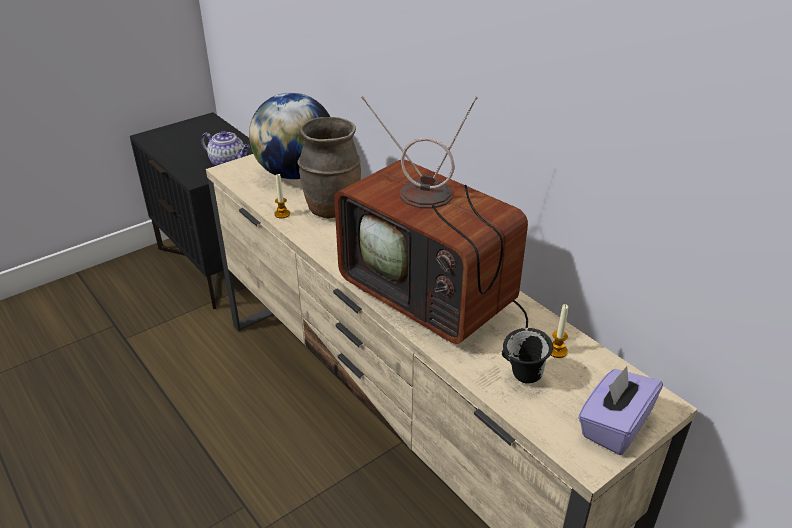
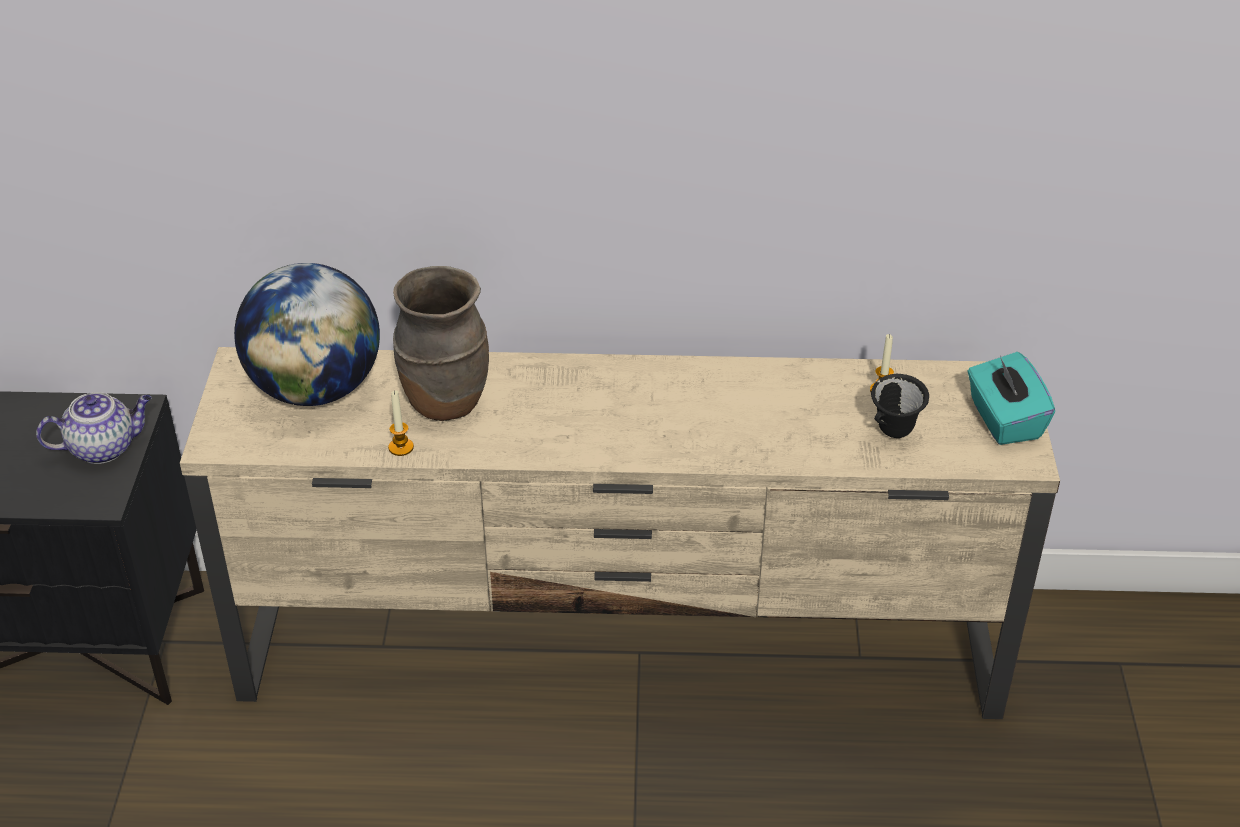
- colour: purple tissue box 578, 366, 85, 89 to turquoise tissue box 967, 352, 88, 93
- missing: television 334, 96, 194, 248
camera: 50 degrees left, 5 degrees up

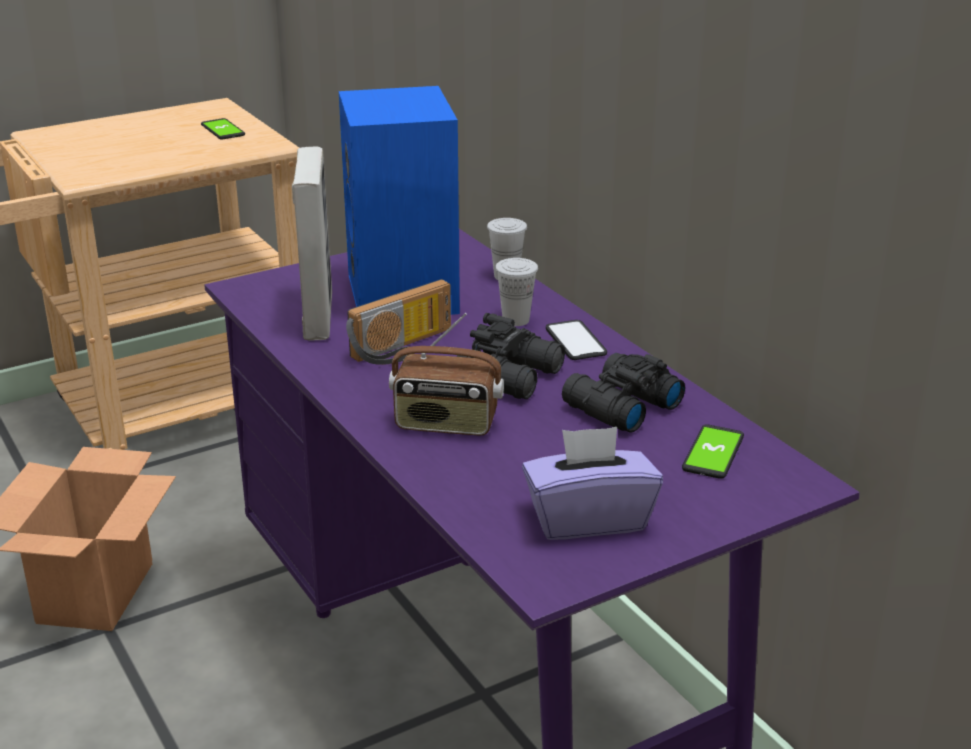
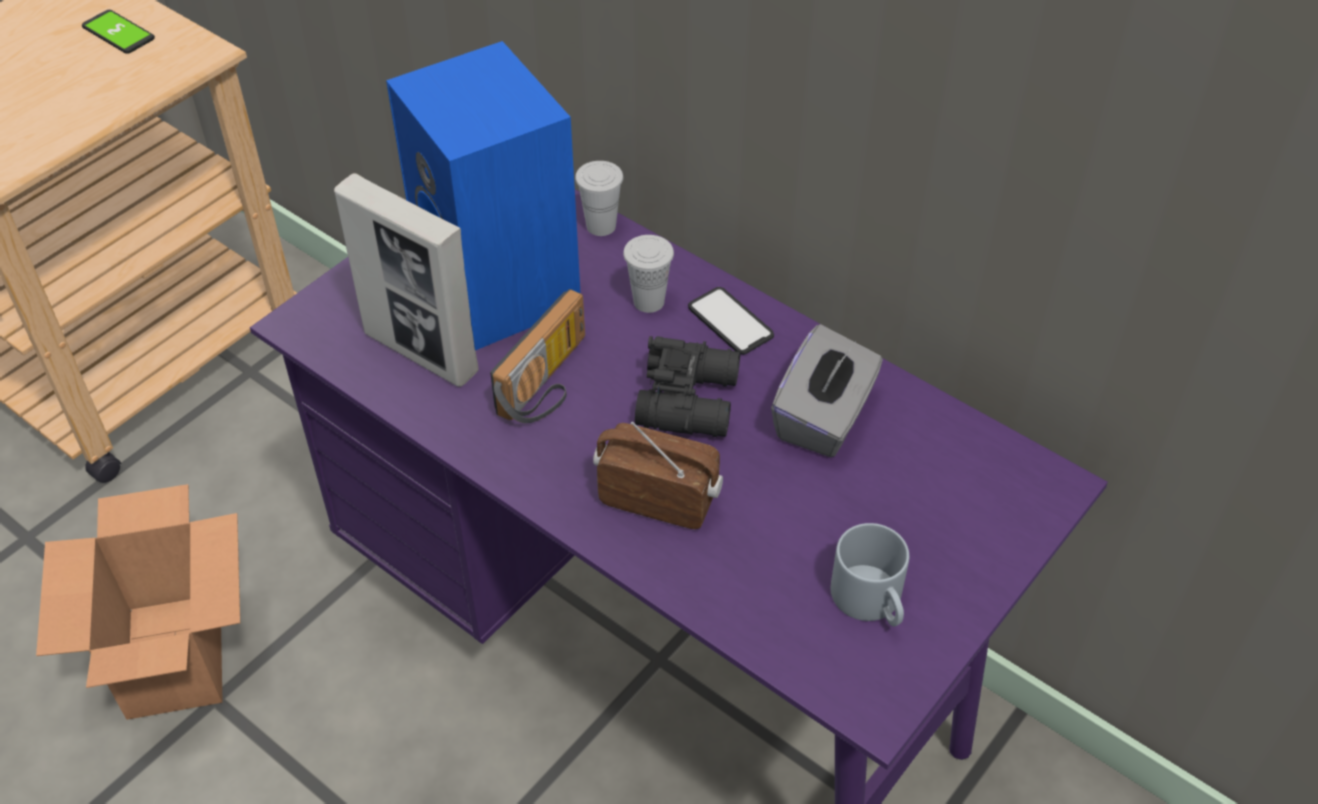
- spun: picture frame 292, 147, 40, 194 = 334, 173, 145, 214 150 degrees clockwise
- spun: radio 389, 313, 115, 122 = 593, 422, 130, 107 150 degrees counterclockwise
- exchanged: black binoculars 562, 353, 123, 80 to grey tissue box 771, 324, 112, 133
- exchanged: purple tissue box 522, 427, 141, 113 to grey mug 831, 523, 78, 104
- missing: phone 682, 424, 62, 55
camera: 20 degrees left, 20 degrees up

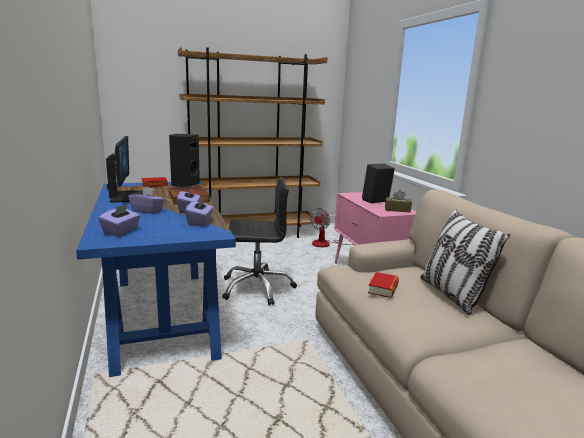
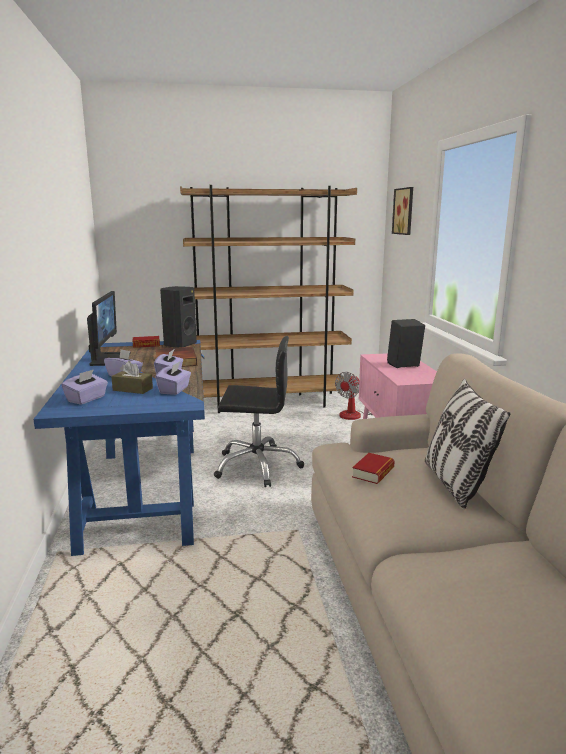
- relocated: brown tissue box 385, 190, 27, 22 to 111, 361, 42, 33
- appeared: picture 392, 187, 21, 48
camera: 10 degrees right, 0 degrees up

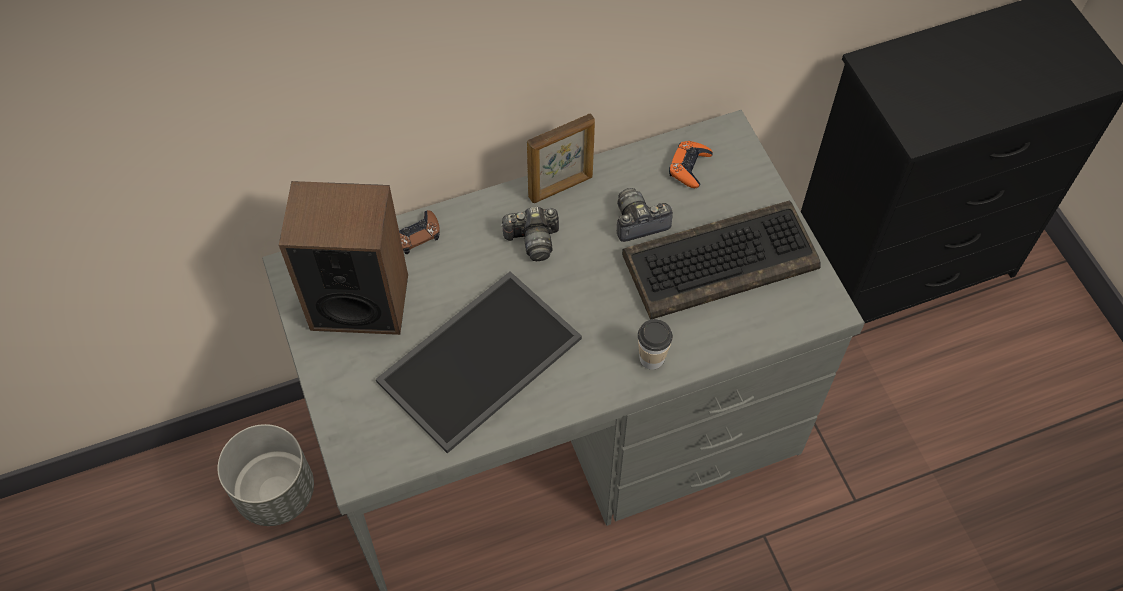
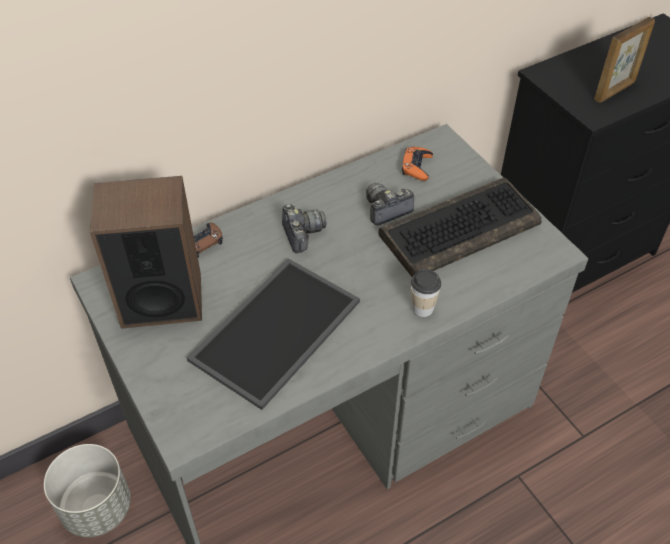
- spun: photo camera 500, 207, 59, 54 = 282, 204, 44, 49 90 degrees counterclockwise
- relocated: picture frame 527, 114, 68, 89 to 594, 17, 61, 86
camera: 10 degrees left, 10 degrees down

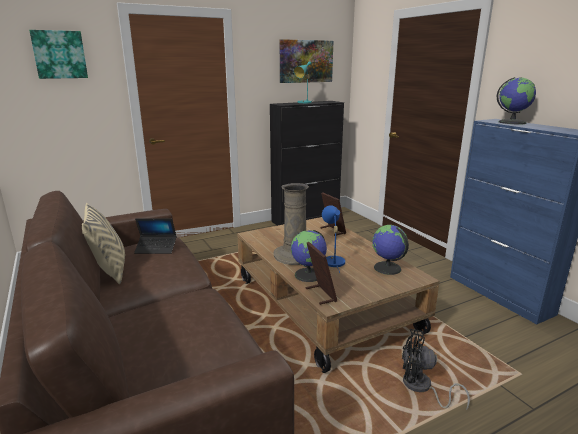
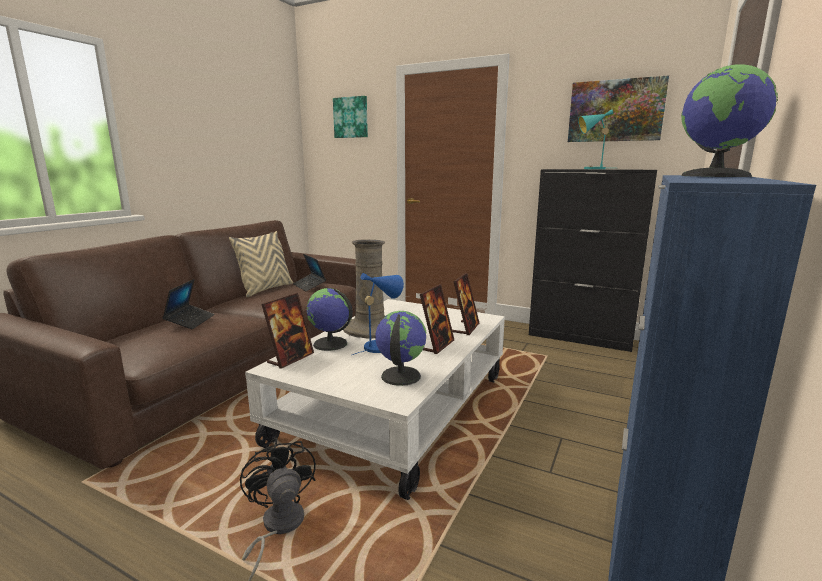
- appeared: laptop 162, 279, 53, 50
- colour: brown coffee table 237, 217, 203, 156 to white coffee table 245, 299, 260, 201
- appeared: picture frame 420, 284, 34, 70
camera: 55 degrees right, 5 degrees down

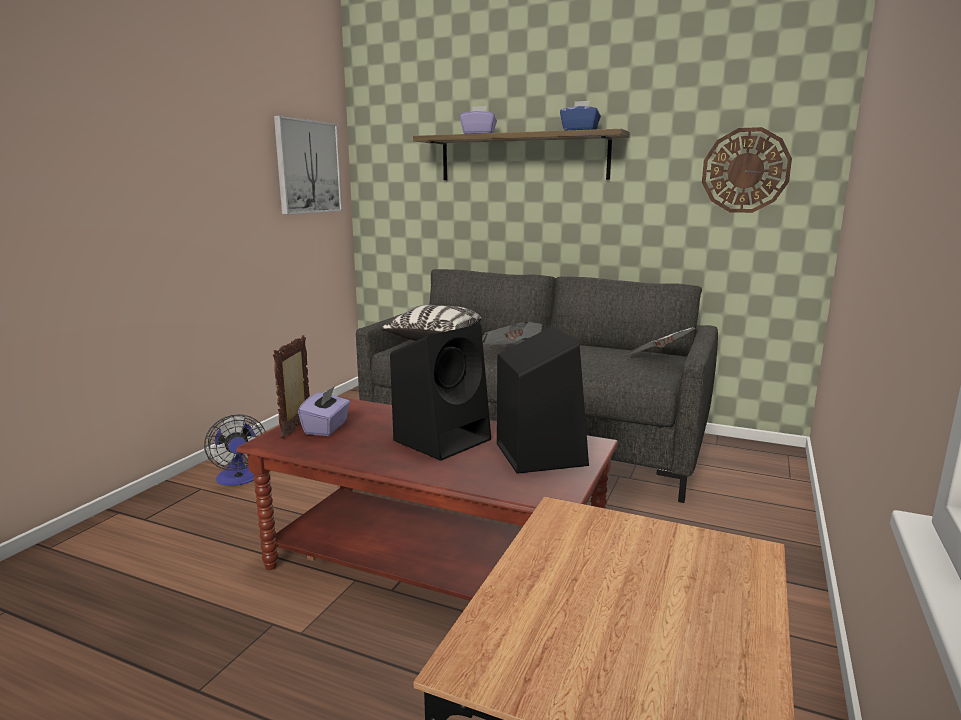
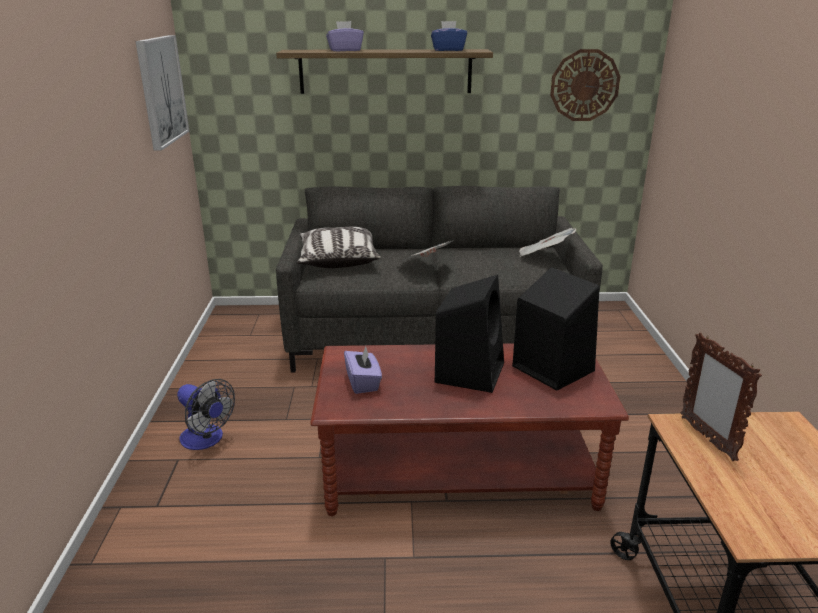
- relocated: picture frame 273, 335, 37, 104 to 680, 333, 82, 128
camera: 25 degrees left, 10 degrees up

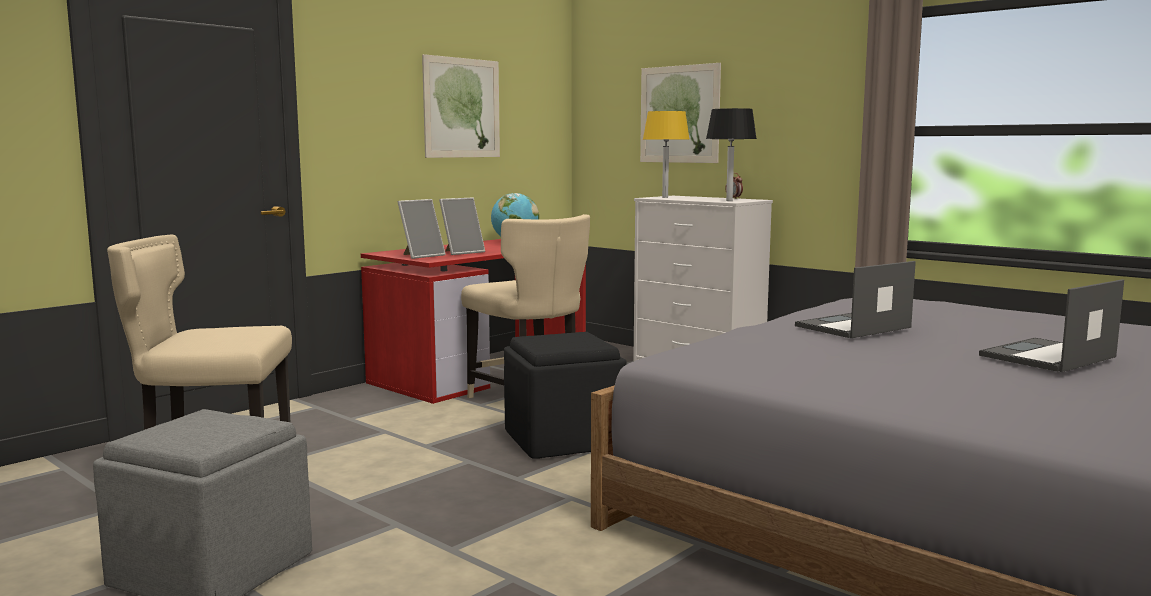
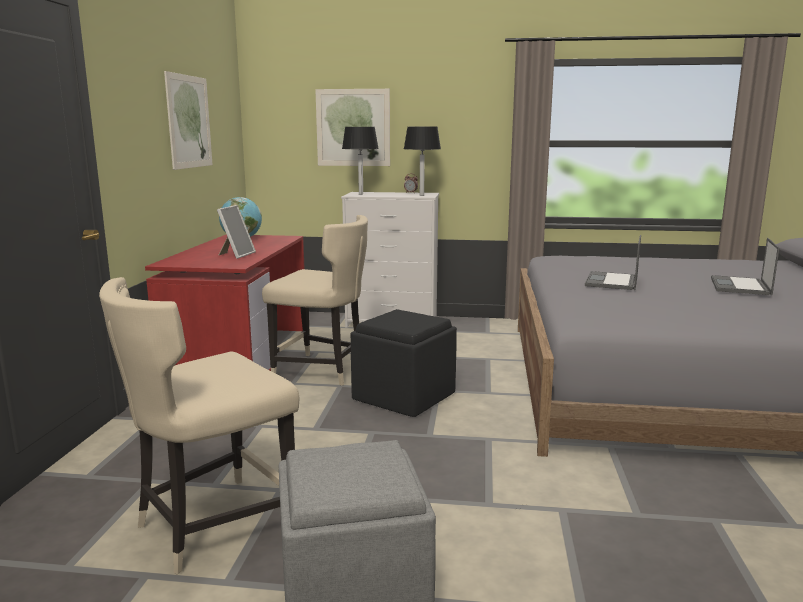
- colour: yellow table lamp 643, 111, 46, 87 to black table lamp 342, 127, 37, 68
- missing: picture frame 398, 199, 48, 60
camera: 35 degrees left, 5 degrees up

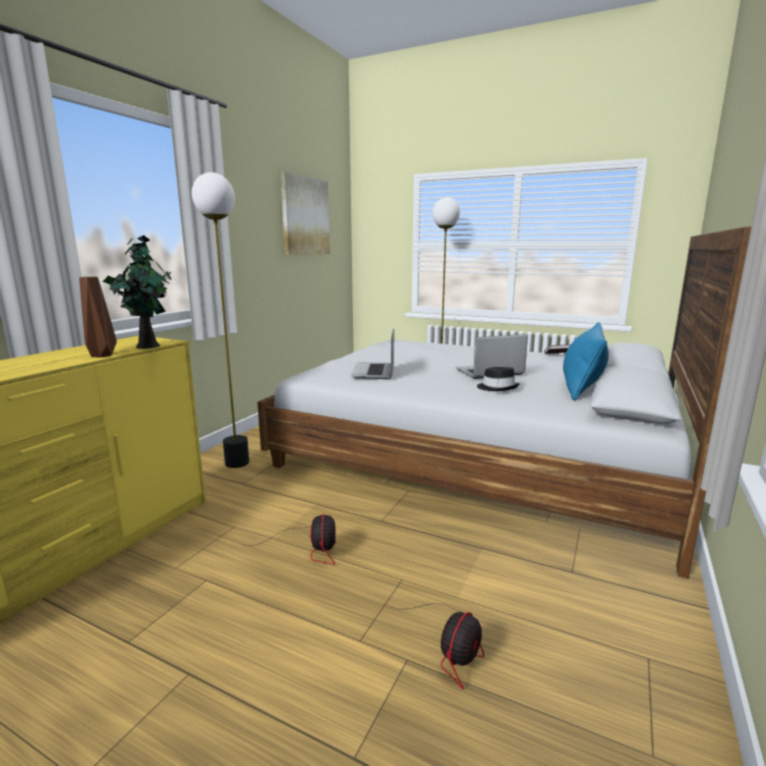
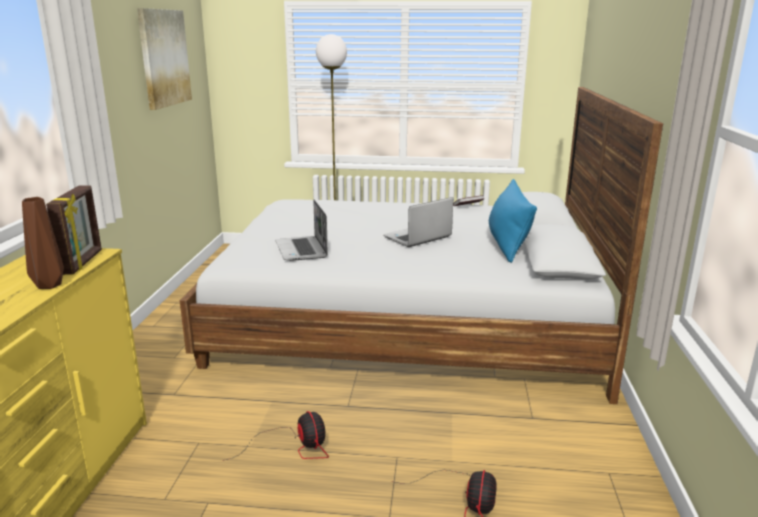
- exchanged: potted plant 103, 235, 68, 114 to picture frame 46, 185, 56, 90
- missing: floor lamp 192, 172, 57, 296
- missing: black hat 477, 367, 43, 24
camera: 20 degrees left, 5 degrees up

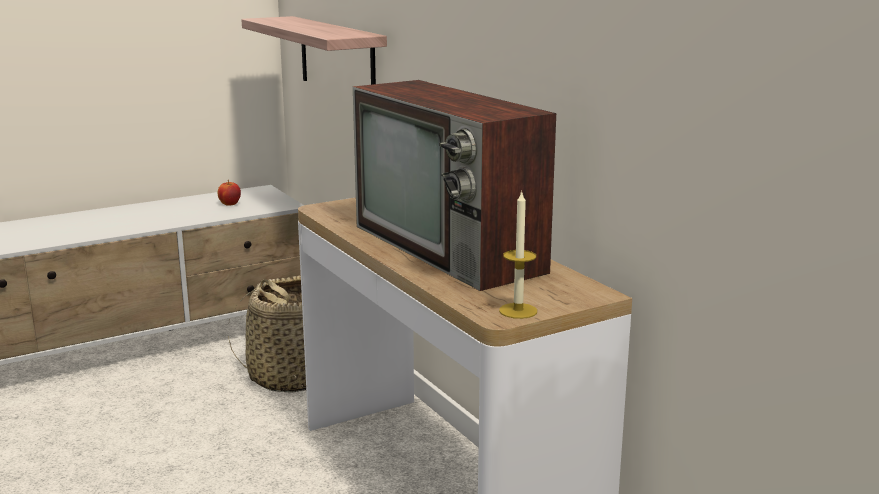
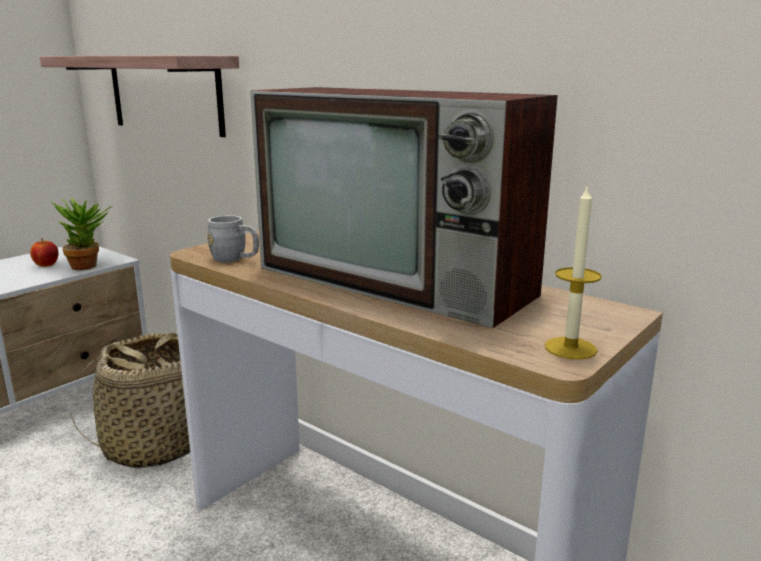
- appeared: potted plant 51, 198, 61, 72
- appeared: grey mug 207, 215, 52, 47
camera: 20 degrees left, 0 degrees up

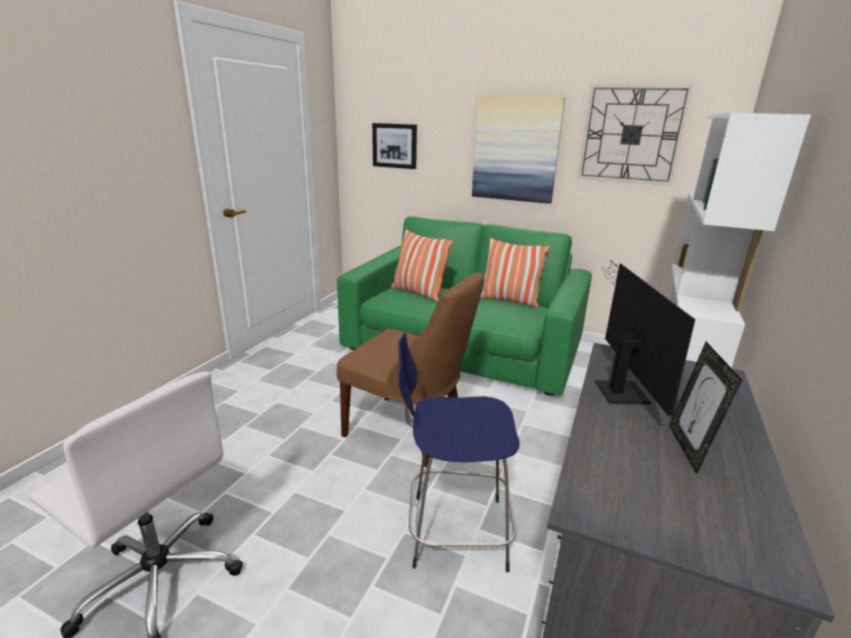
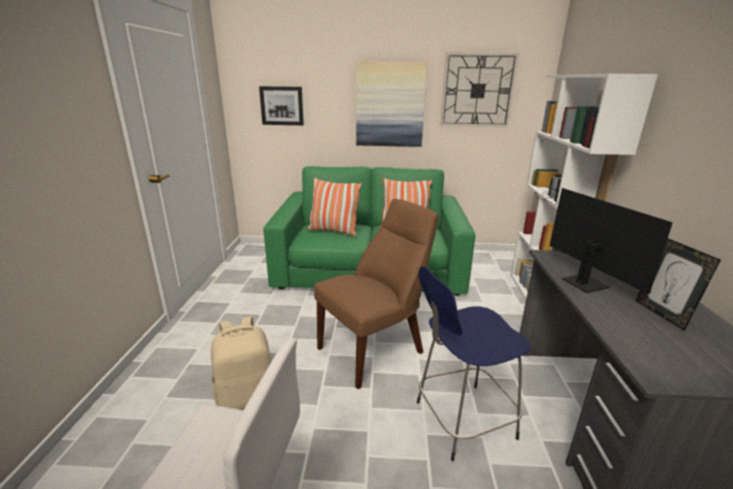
- appeared: beige backpack 211, 316, 61, 94
- spun: brown chair 337, 272, 147, 195 = 314, 199, 124, 190 45 degrees counterclockwise
camera: 20 degrees left, 0 degrees up

